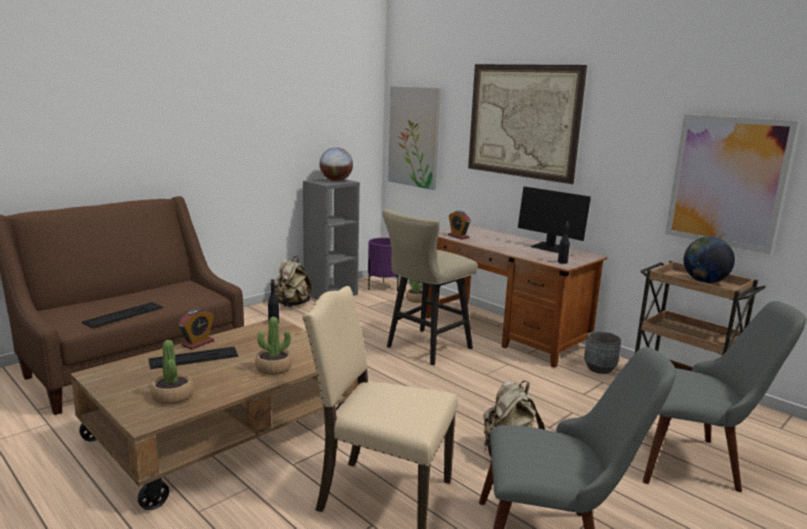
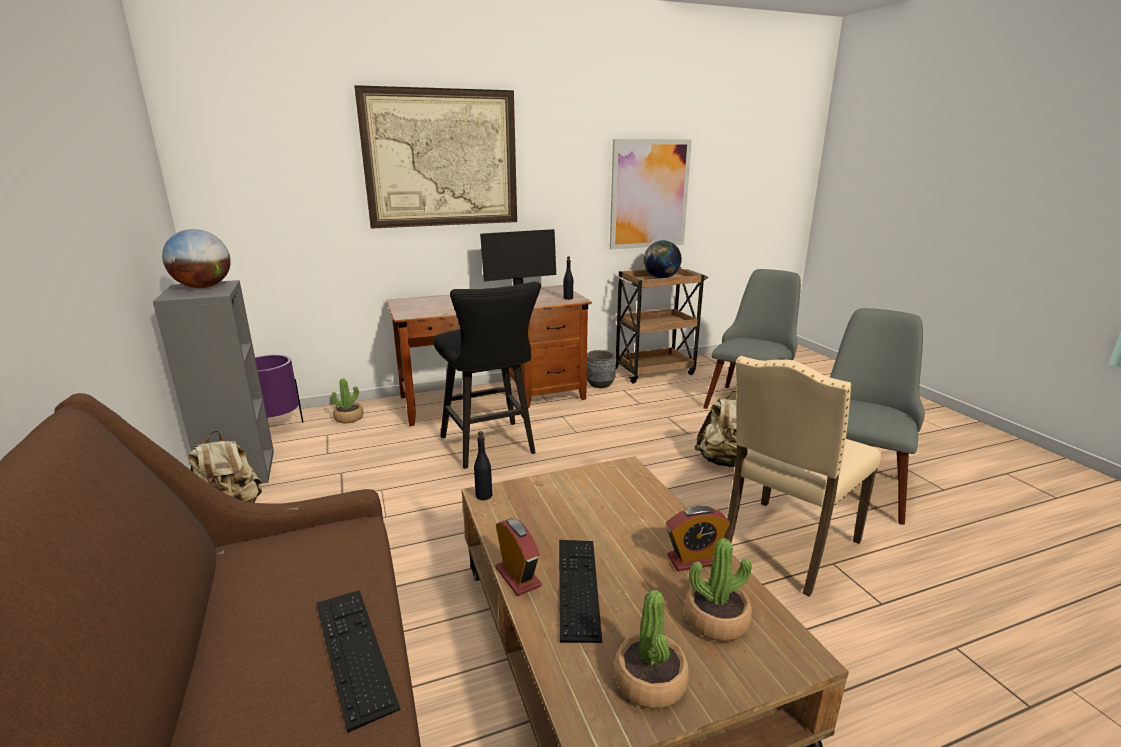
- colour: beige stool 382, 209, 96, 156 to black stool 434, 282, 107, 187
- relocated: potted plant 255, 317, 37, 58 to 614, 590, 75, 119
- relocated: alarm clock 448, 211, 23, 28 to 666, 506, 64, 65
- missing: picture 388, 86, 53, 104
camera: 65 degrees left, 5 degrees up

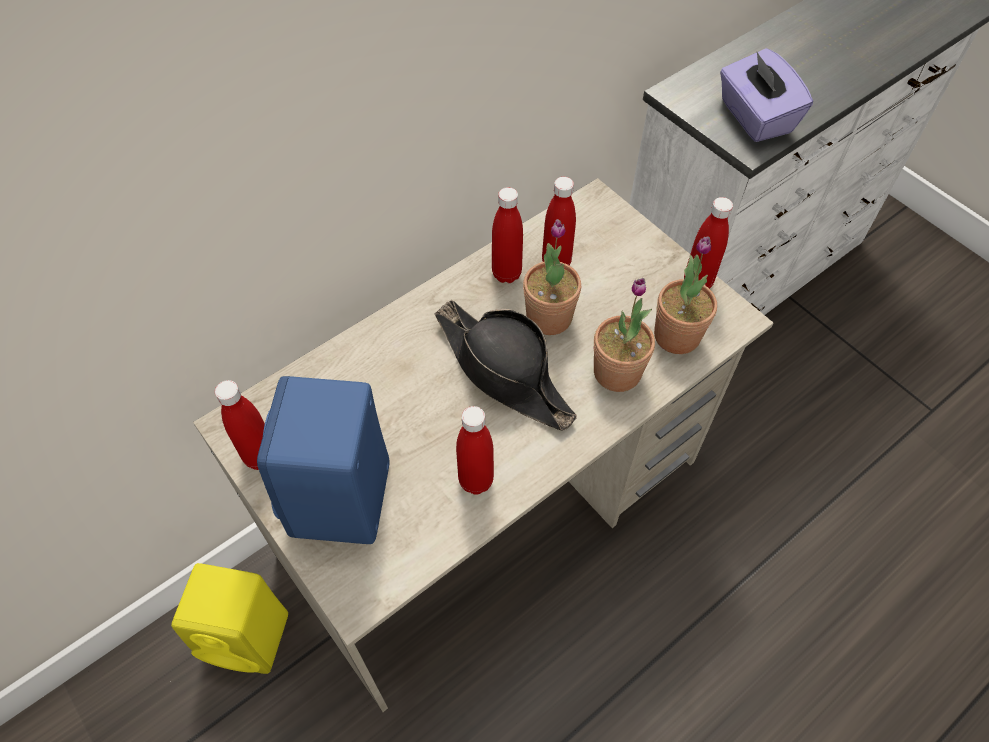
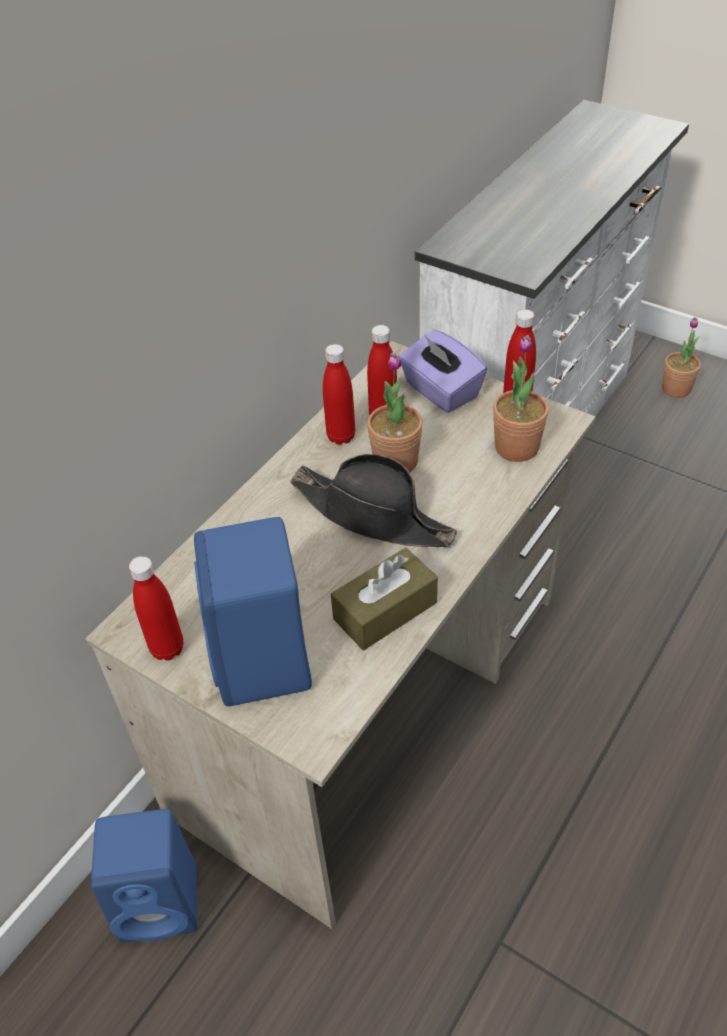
- colour: yellow speaker 171, 563, 117, 111 to blue speaker 91, 809, 106, 133
- exchanged: red bottle 456, 406, 38, 89 to brown tissue box 331, 548, 107, 102
- relocated: purple tissue box 720, 48, 93, 94 to 399, 330, 88, 83
- relocated: potted plant 594, 278, 61, 114 to 662, 317, 39, 81
camera: 15 degrees left, 10 degrees down

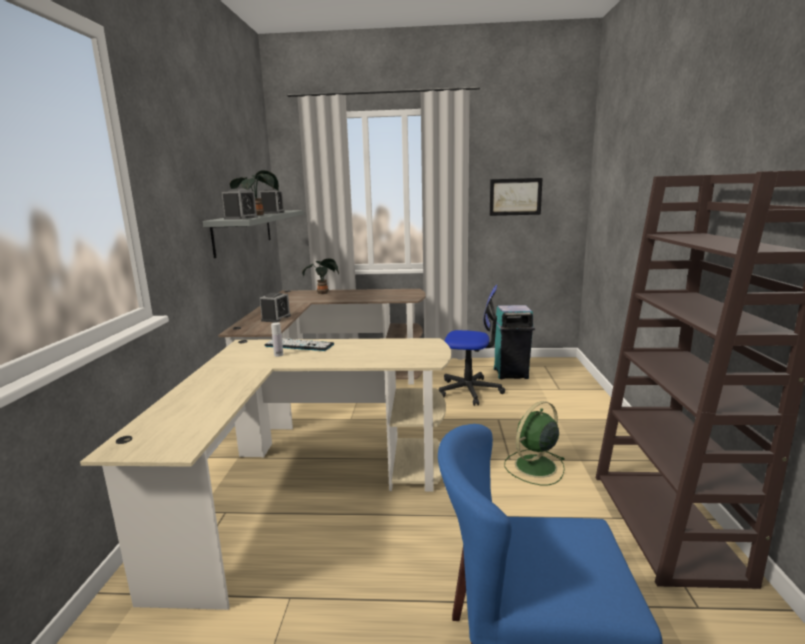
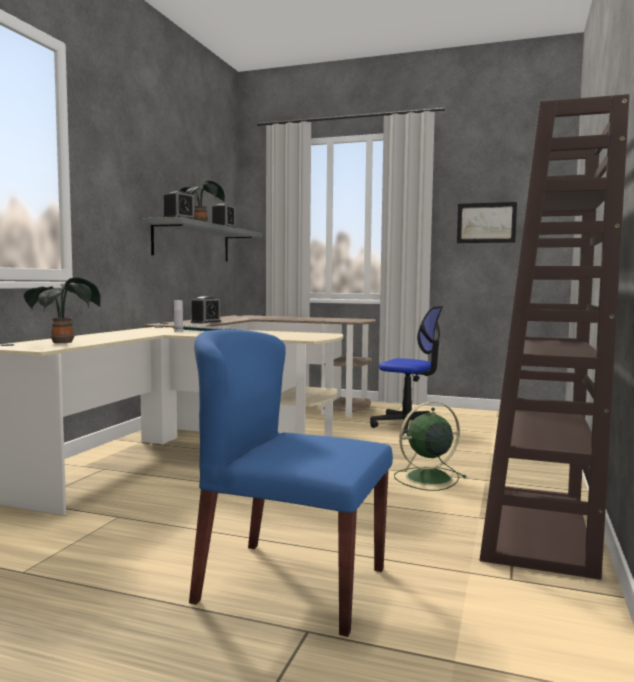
- relocated: potted plant 302, 258, 37, 36 to 24, 277, 77, 66
- missing: turquoise trash can 494, 305, 41, 74
camera: 15 degrees right, 10 degrees down

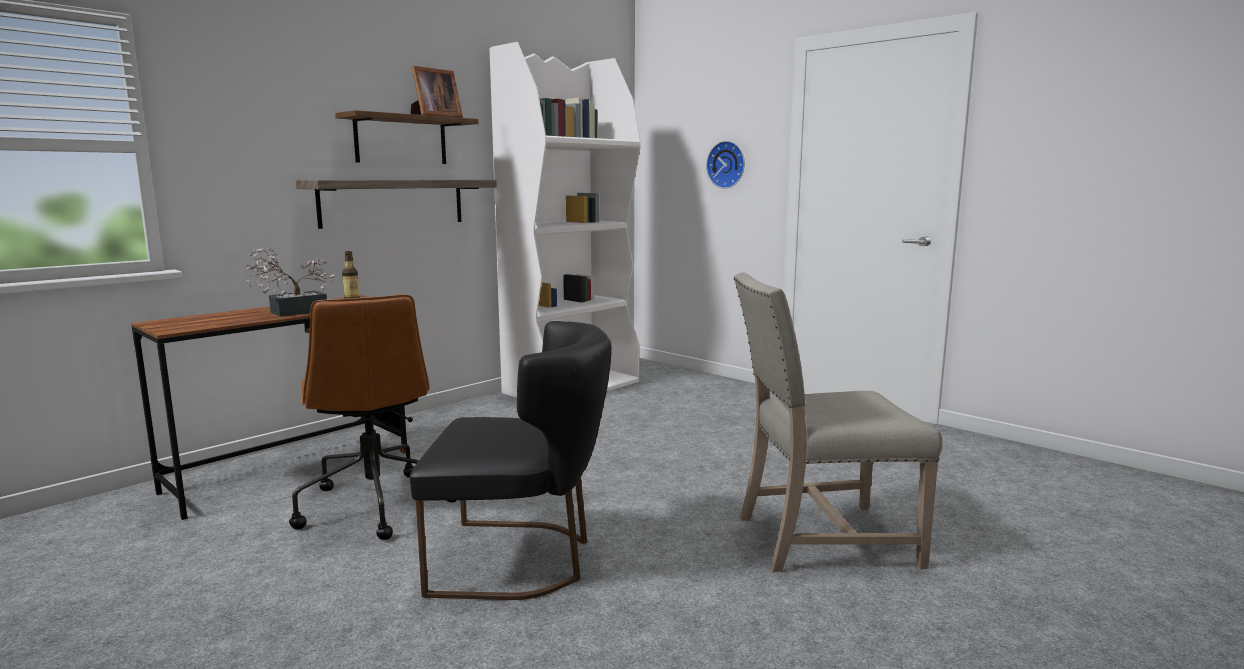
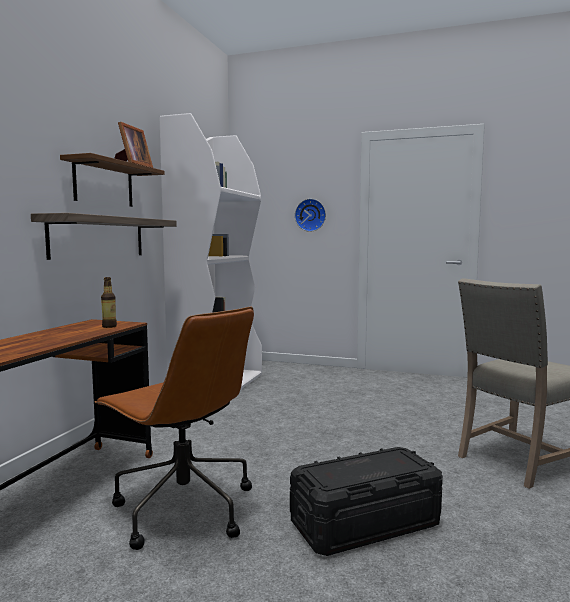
- exchanged: black chair 410, 321, 202, 279 to black storage box 290, 447, 153, 109
- missing: potted plant 246, 247, 88, 69
camera: 25 degrees left, 5 degrees down

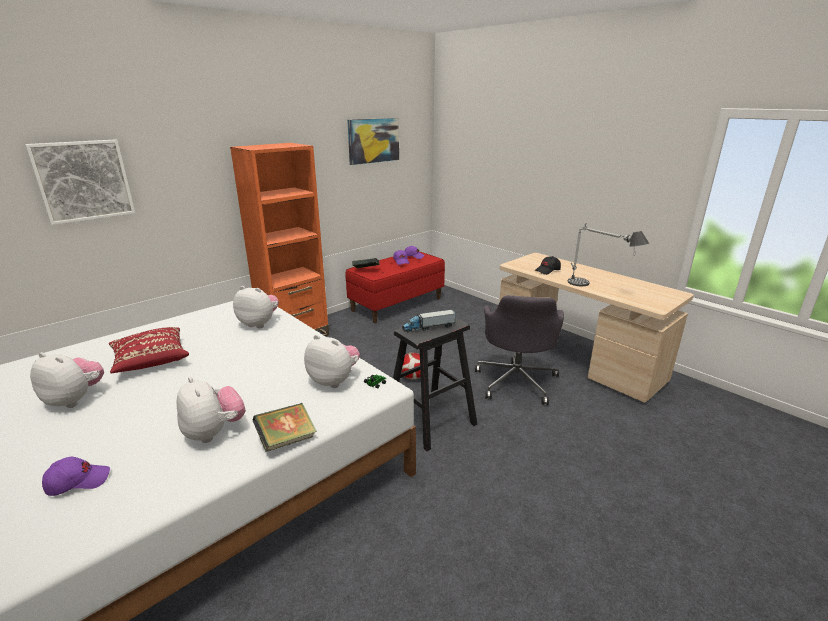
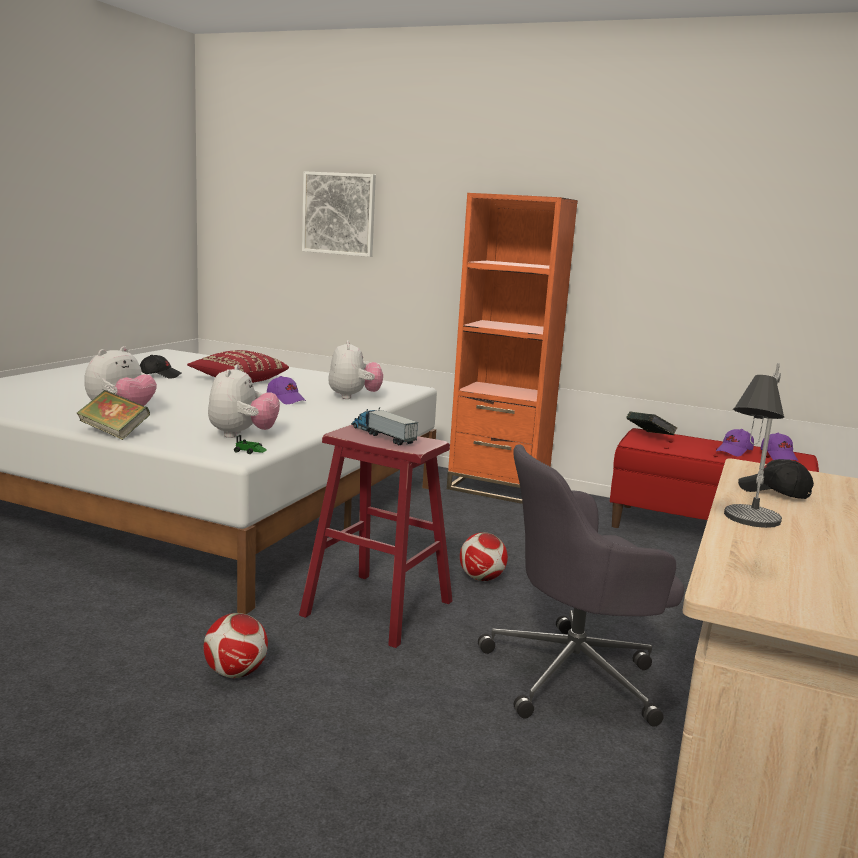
- exchanged: plush toy 30, 352, 74, 56 to black cap 140, 355, 41, 24
- appeared: football 204, 613, 64, 65
- relocated: purple cap 42, 457, 68, 39 to 267, 376, 39, 28
- colour: black stool 393, 317, 84, 134 to red stool 299, 425, 154, 223
- missing: picture 347, 118, 52, 47
camera: 65 degrees right, 10 degrees down

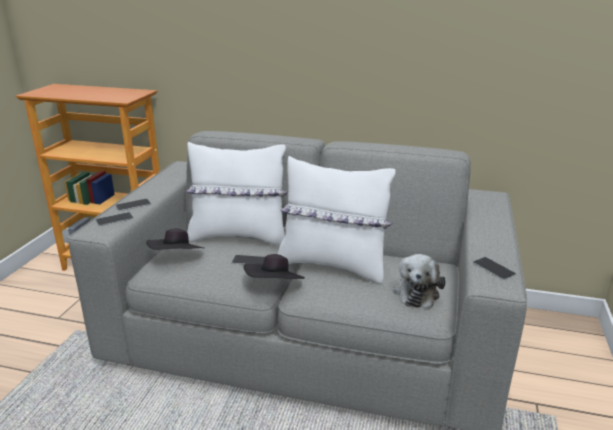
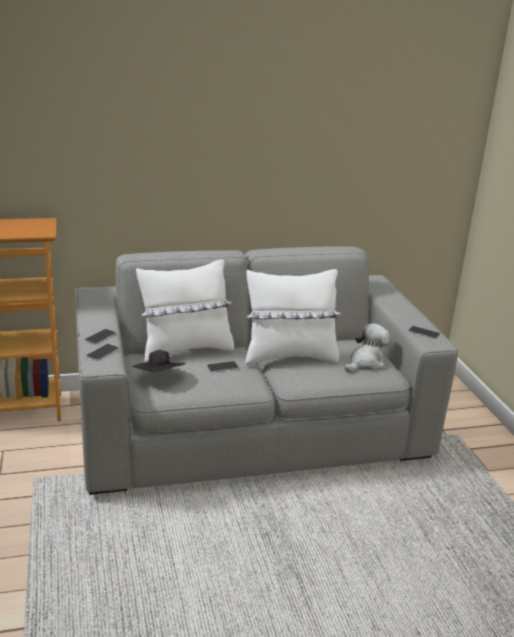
- spun: plush toy 393, 254, 53, 54 = 344, 323, 46, 49 120 degrees counterclockwise
- missing: black hat 243, 254, 62, 25
camera: 30 degrees left, 0 degrees up

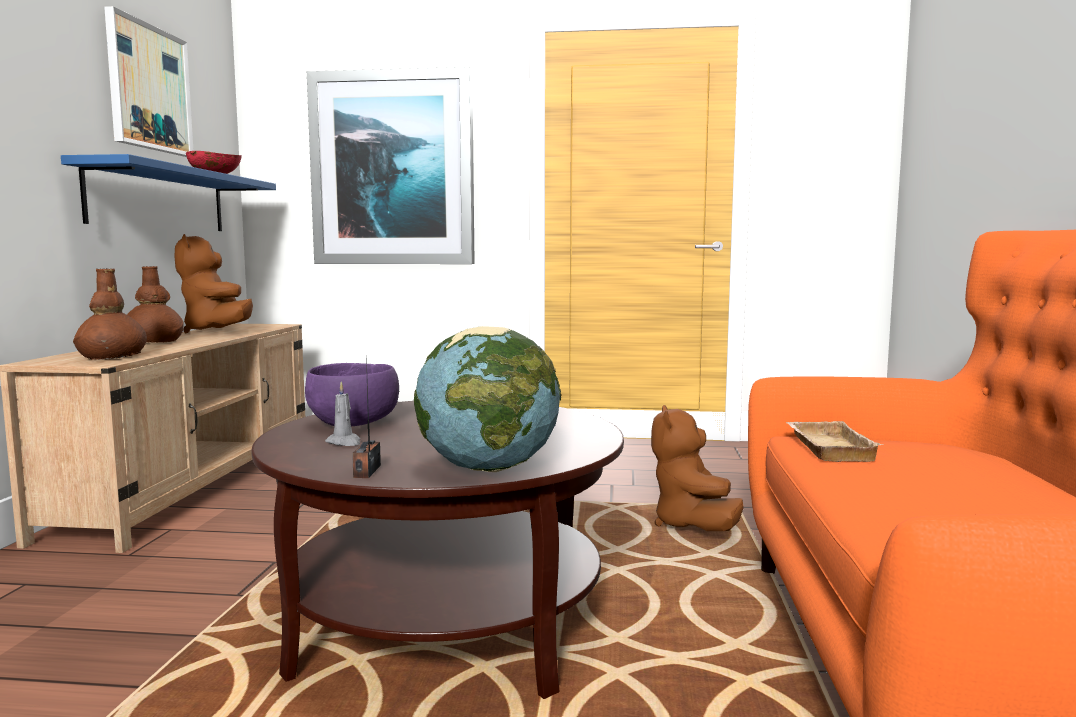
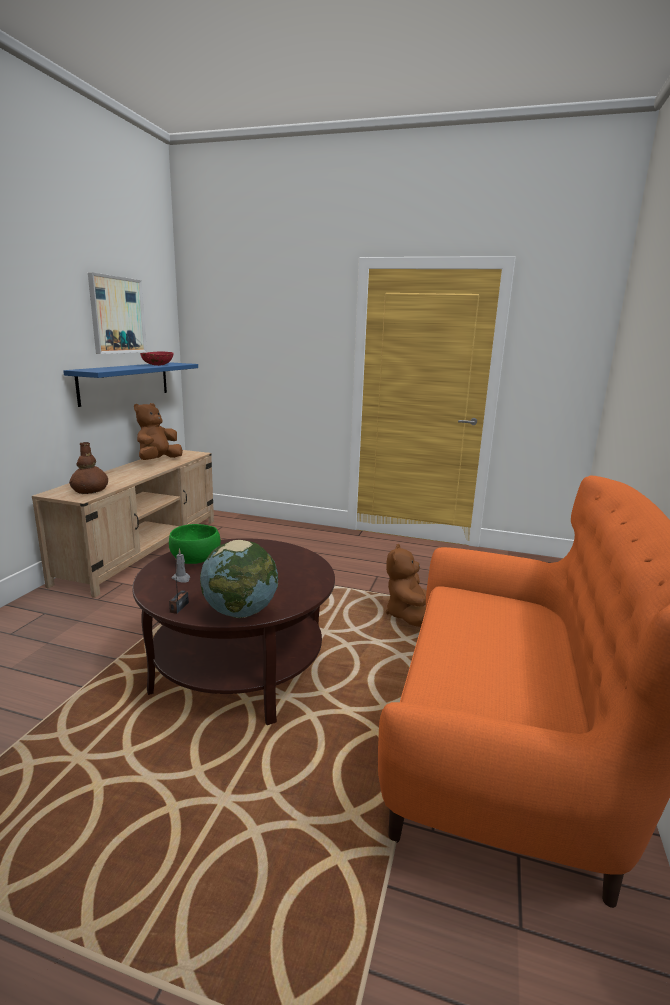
- spun: brown plush toy 174, 234, 79, 100 = 134, 403, 49, 57 45 degrees clockwise
- colour: purple bowl 305, 363, 94, 63 to green bowl 169, 524, 52, 40
- missing: brown vase 127, 266, 57, 77
- missing: picture 307, 67, 168, 197
- missing: beige tray 786, 421, 98, 41
camera: 10 degrees right, 10 degrees up

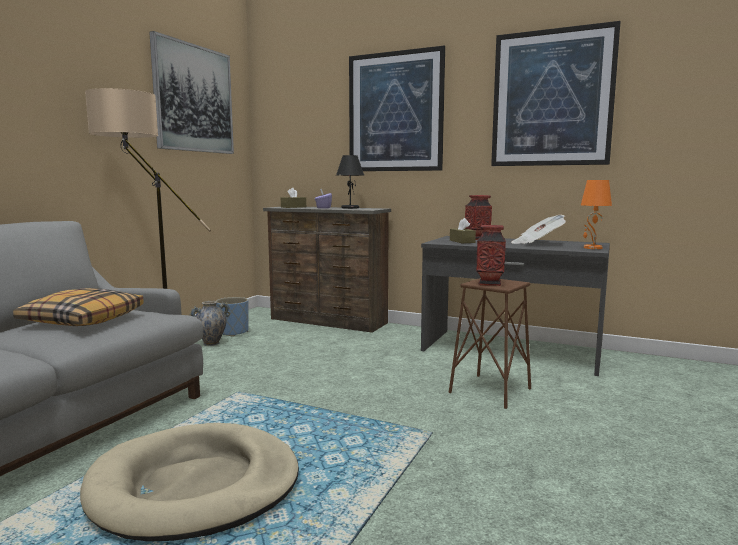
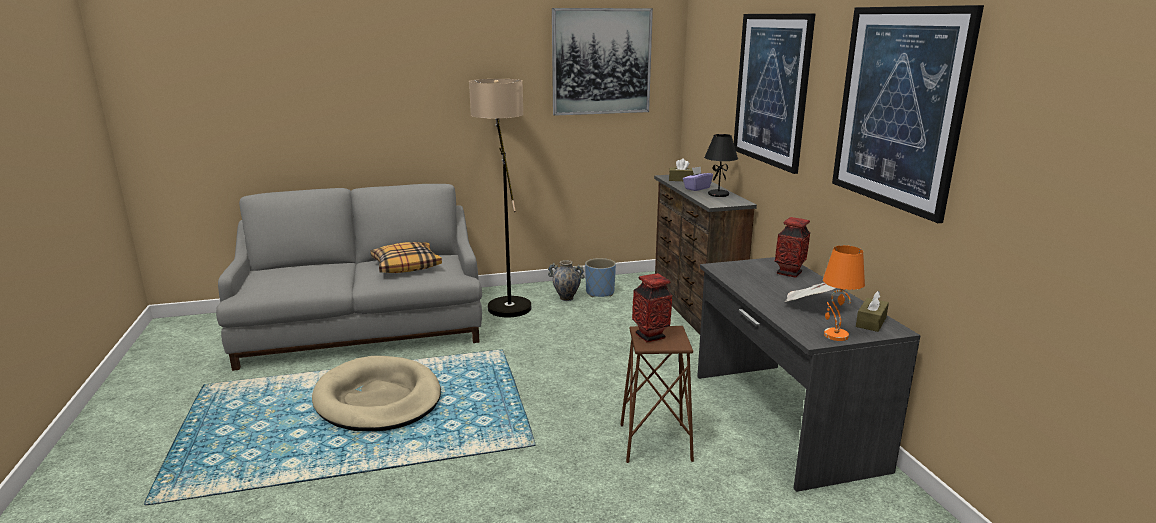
- relocated: brown tissue box 450, 218, 26, 25 to 856, 291, 33, 41
camera: 50 degrees right, 10 degrees up

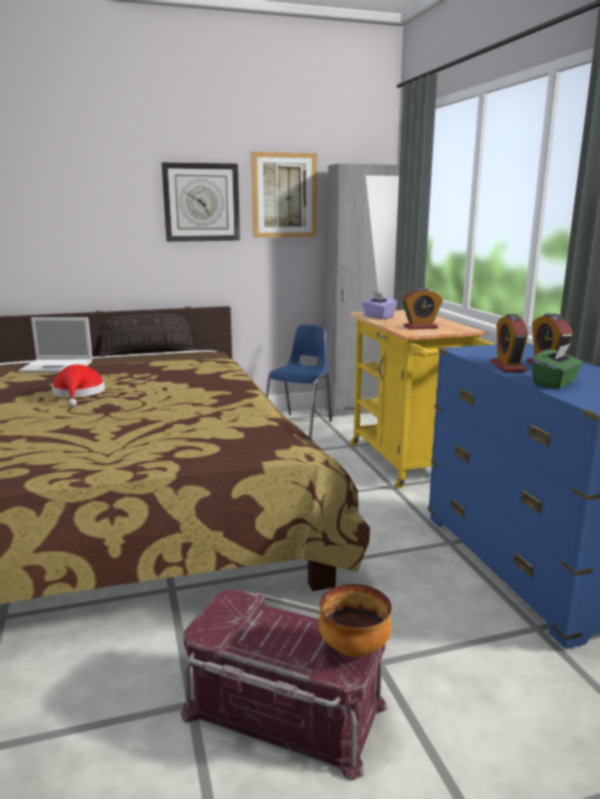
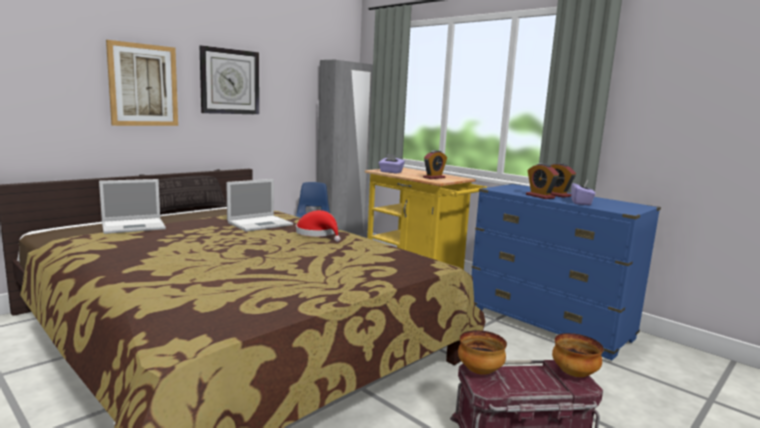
- relocated: picture 251, 152, 66, 86 to 106, 40, 72, 86
- appeared: laptop 227, 179, 66, 53
- relocated: red hat 52, 364, 53, 42 to 296, 210, 45, 32
- appeared: bowl 458, 330, 49, 45
- colour: green tissue box 532, 343, 51, 46 to purple tissue box 571, 179, 24, 26
camera: 30 degrees left, 5 degrees down

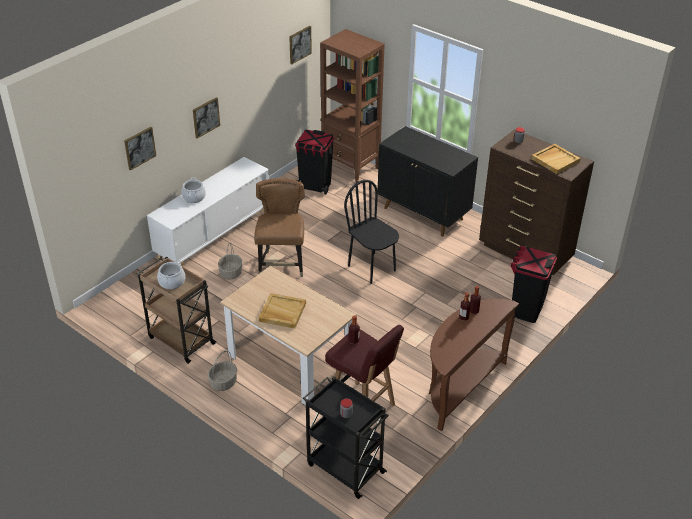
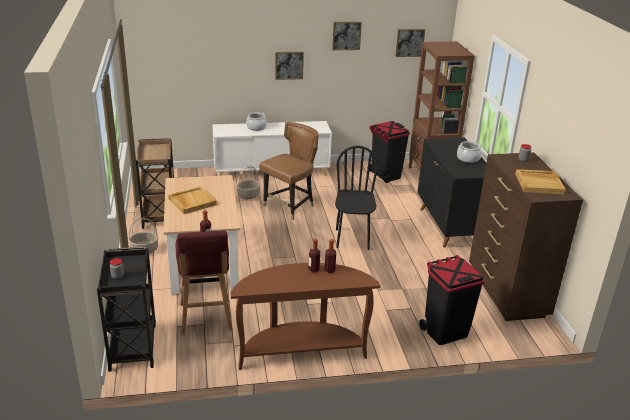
- relocated: picture 124, 127, 32, 43 to 332, 22, 30, 28
- relocated: cooking pot 157, 260, 28, 29 to 457, 141, 26, 22
camera: 40 degrees right, 10 degrees down

